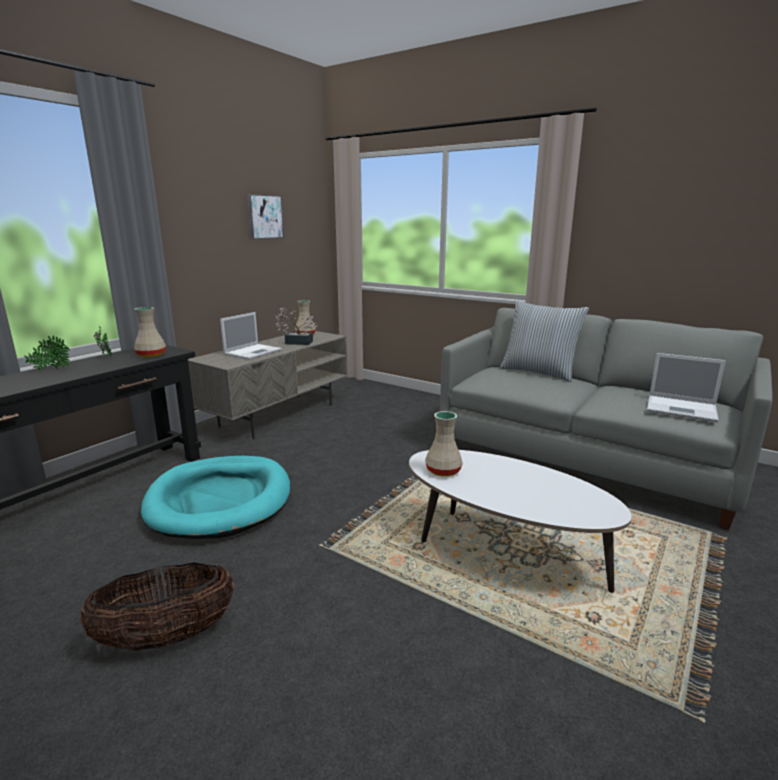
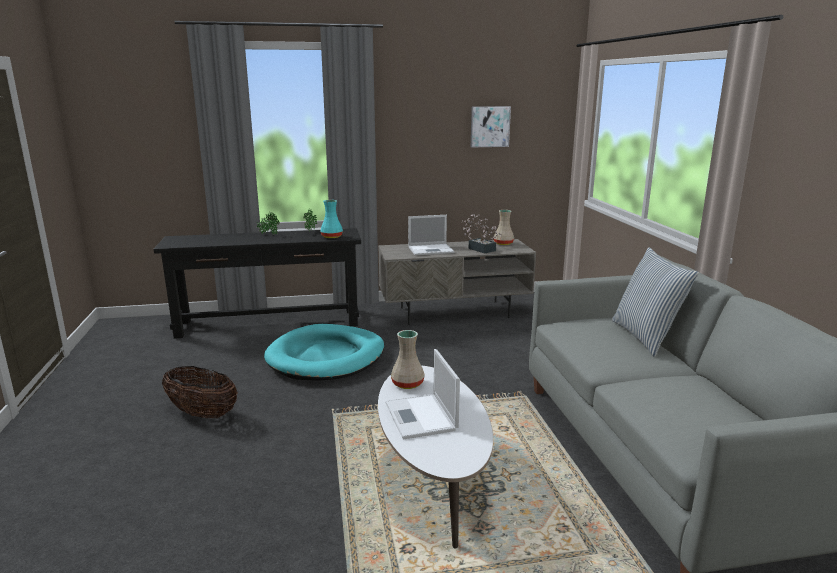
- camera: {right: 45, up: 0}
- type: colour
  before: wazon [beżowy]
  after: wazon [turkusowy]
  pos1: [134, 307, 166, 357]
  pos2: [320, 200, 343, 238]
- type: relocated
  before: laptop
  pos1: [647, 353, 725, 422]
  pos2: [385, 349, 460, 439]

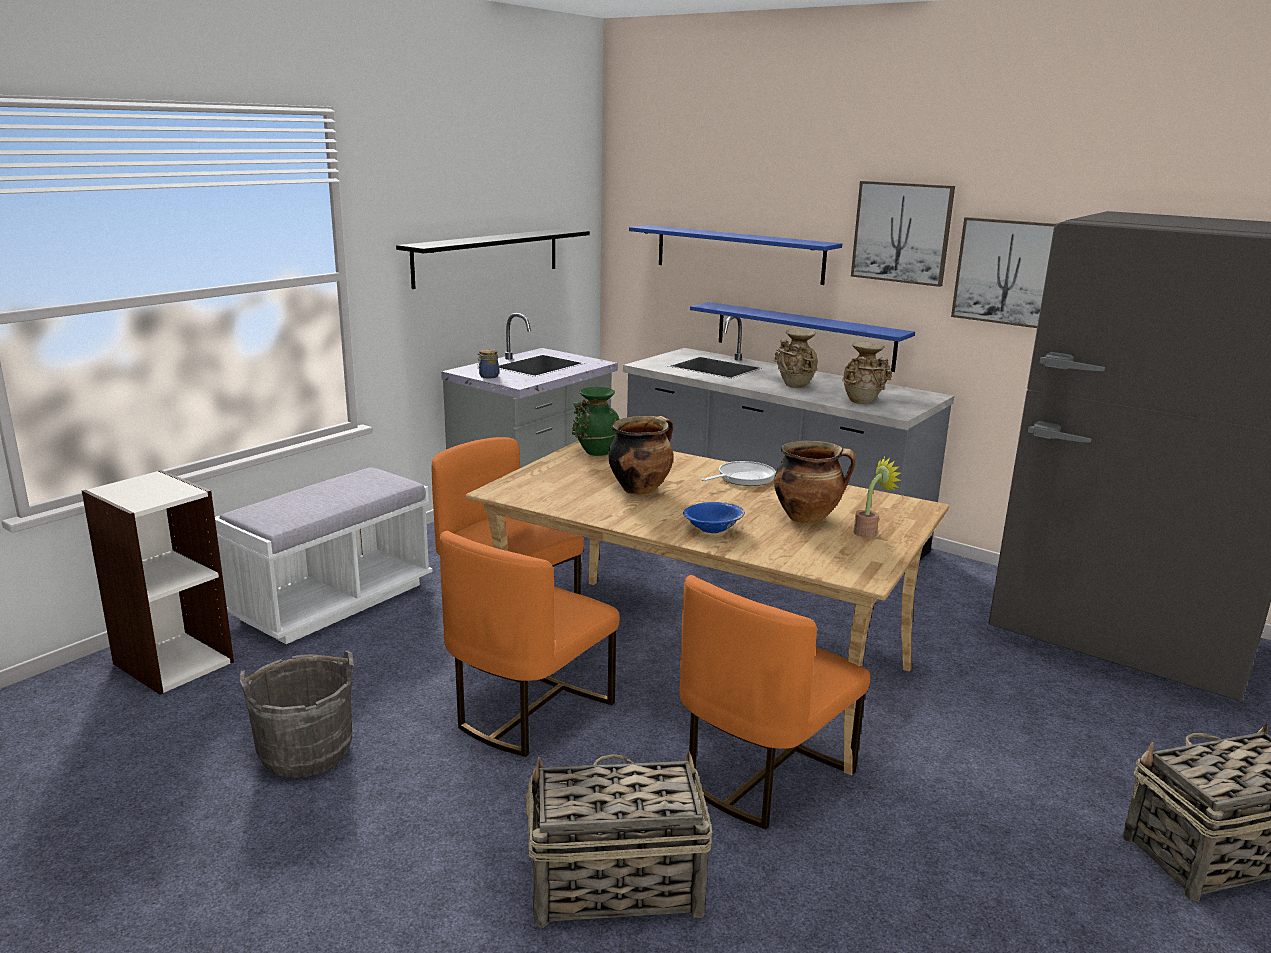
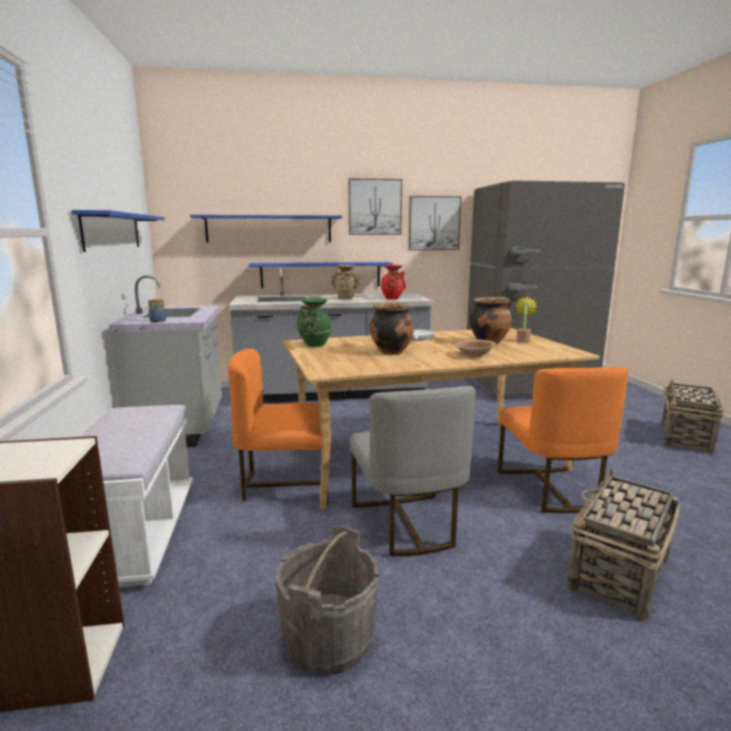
- camera: {right: -45, up: -5}
- type: colour
  before: półka [czarny]
  after: półka [niebieski]
  pos1: [396, 229, 590, 289]
  pos2: [71, 210, 165, 252]
- type: colour
  before: krzesło [pomarańczowy]
  after: krzesło [szary]
  pos1: [440, 531, 620, 757]
  pos2: [349, 386, 475, 557]
- type: colour
  before: wazon [beżowy]
  after: wazon [czerwony]
  pos1: [842, 342, 892, 404]
  pos2: [380, 265, 406, 300]
- type: colour
  before: miska [niebieski]
  after: miska [brązowy]
  pos1: [683, 502, 745, 533]
  pos2: [455, 340, 496, 357]

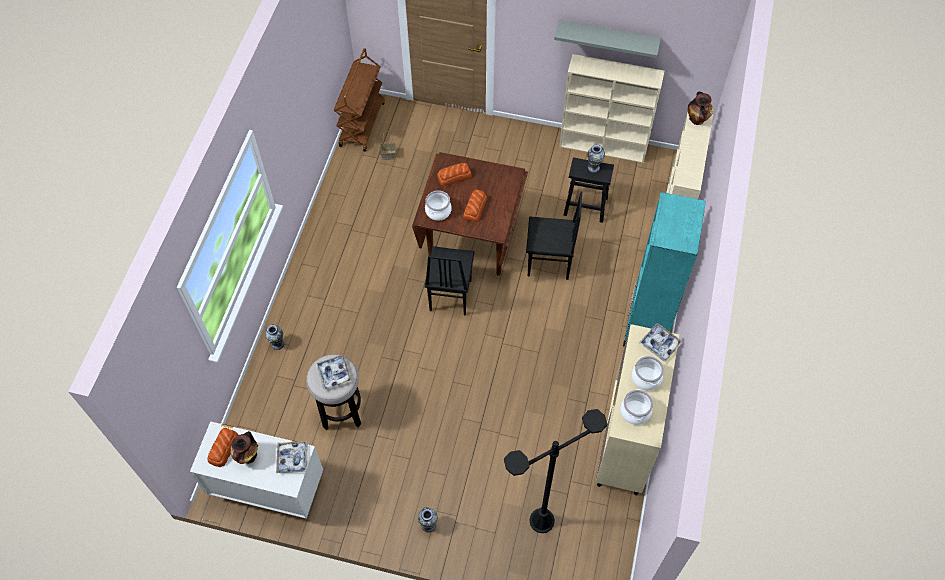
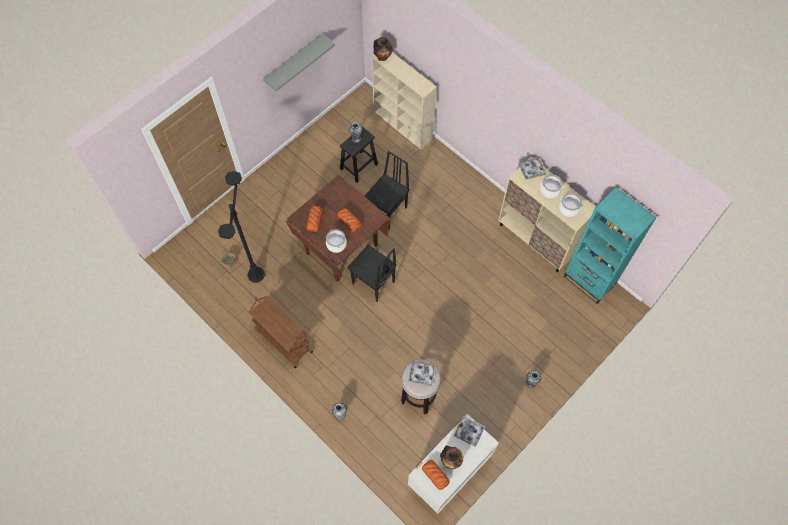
- camera: {right: -60, up: 5}
- type: relocated
  before: lampa stojąca [czarny]
  pos1: [504, 409, 608, 533]
  pos2: [218, 171, 265, 283]
- type: relocated
  before: wózek [brązowy]
  pos1: [334, 48, 385, 152]
  pos2: [248, 296, 313, 369]
- type: relocated
  before: regał [turkusowy]
  pos1: [623, 192, 706, 347]
  pos2: [564, 187, 657, 304]
- type: missing
  before: regał [beżowy]
  pos1: [559, 54, 664, 163]

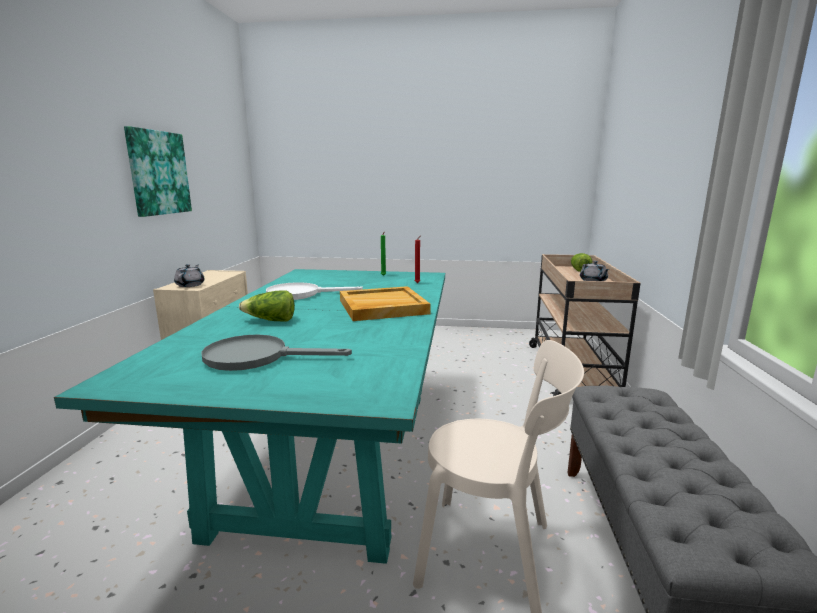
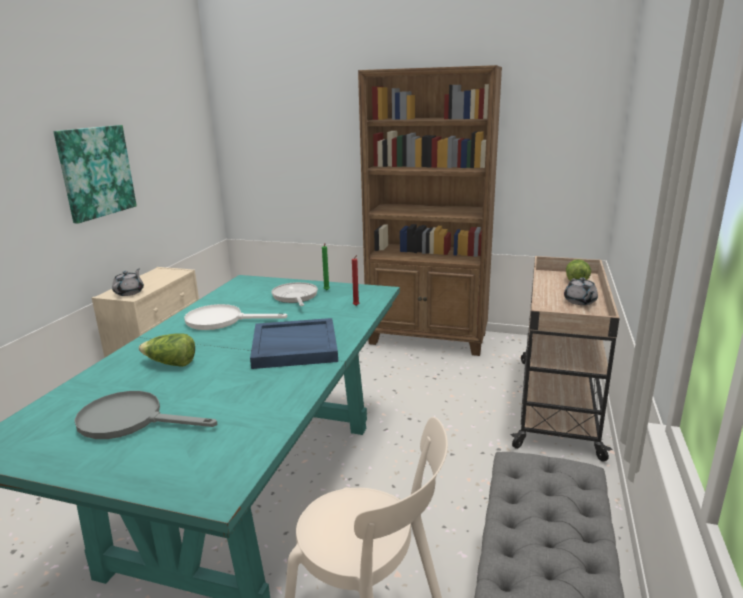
- camera: {right: 10, up: 5}
- type: colour
  before: taca [beżowy]
  after: taca [niebieski]
  pos1: [340, 286, 431, 321]
  pos2: [250, 318, 338, 369]
- type: appeared
  after: patelnia
  pos2: [272, 282, 318, 306]
- type: appeared
  after: regał [brązowy]
  pos2: [358, 65, 502, 356]

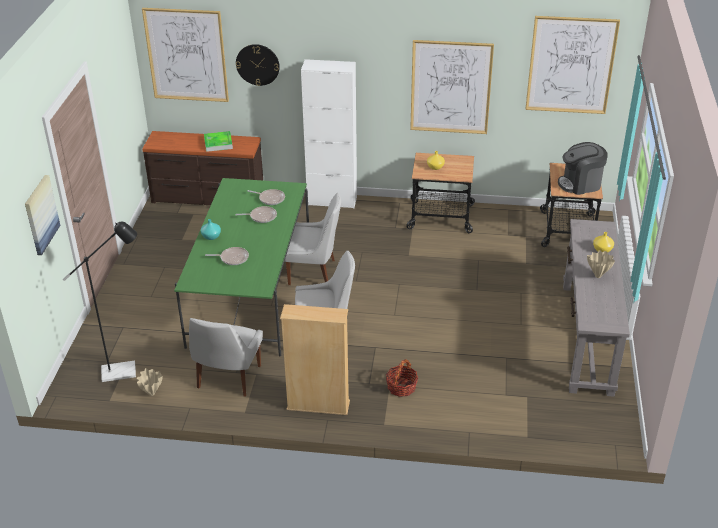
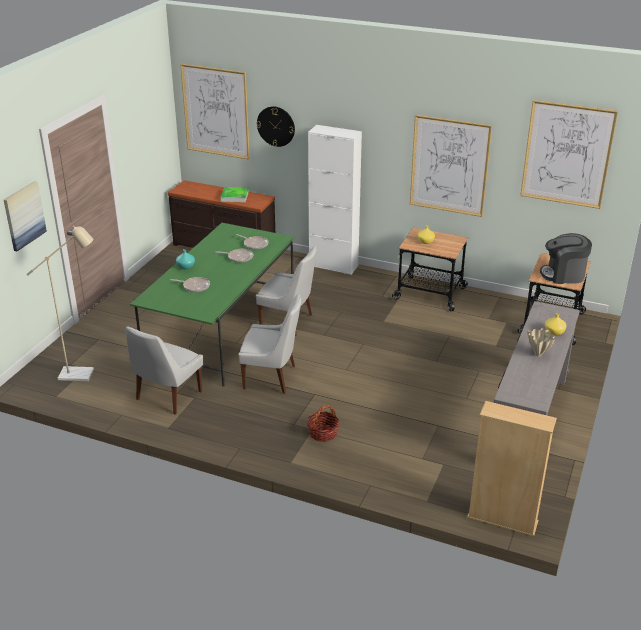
- camera: {right: 15, up: -5}
- type: colour
  before: lampa stojąca [czarny]
  after: lampa stojąca [beżowy]
  pos1: [63, 222, 137, 382]
  pos2: [27, 226, 94, 381]
- type: relocated
  before: regał [beżowy]
  pos1: [280, 304, 350, 415]
  pos2: [467, 401, 557, 536]
- type: missing
  before: wazon [beżowy]
  pos1: [137, 368, 162, 396]

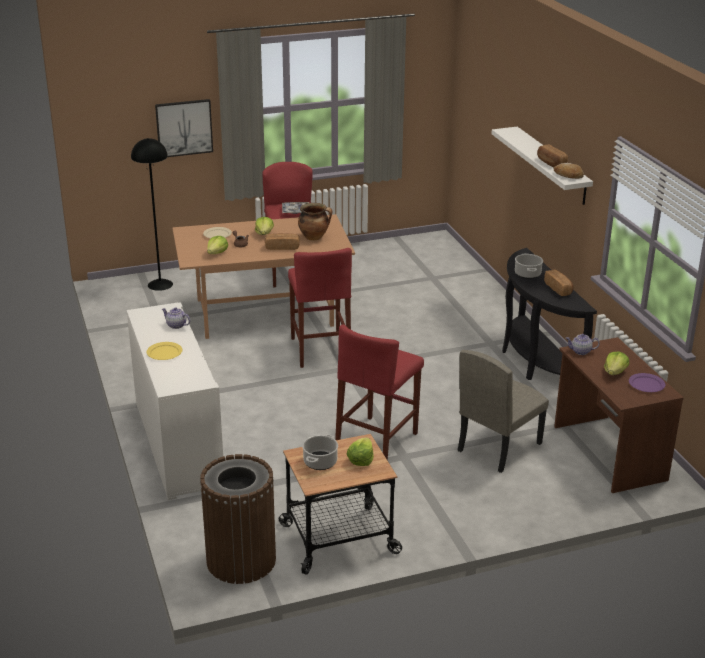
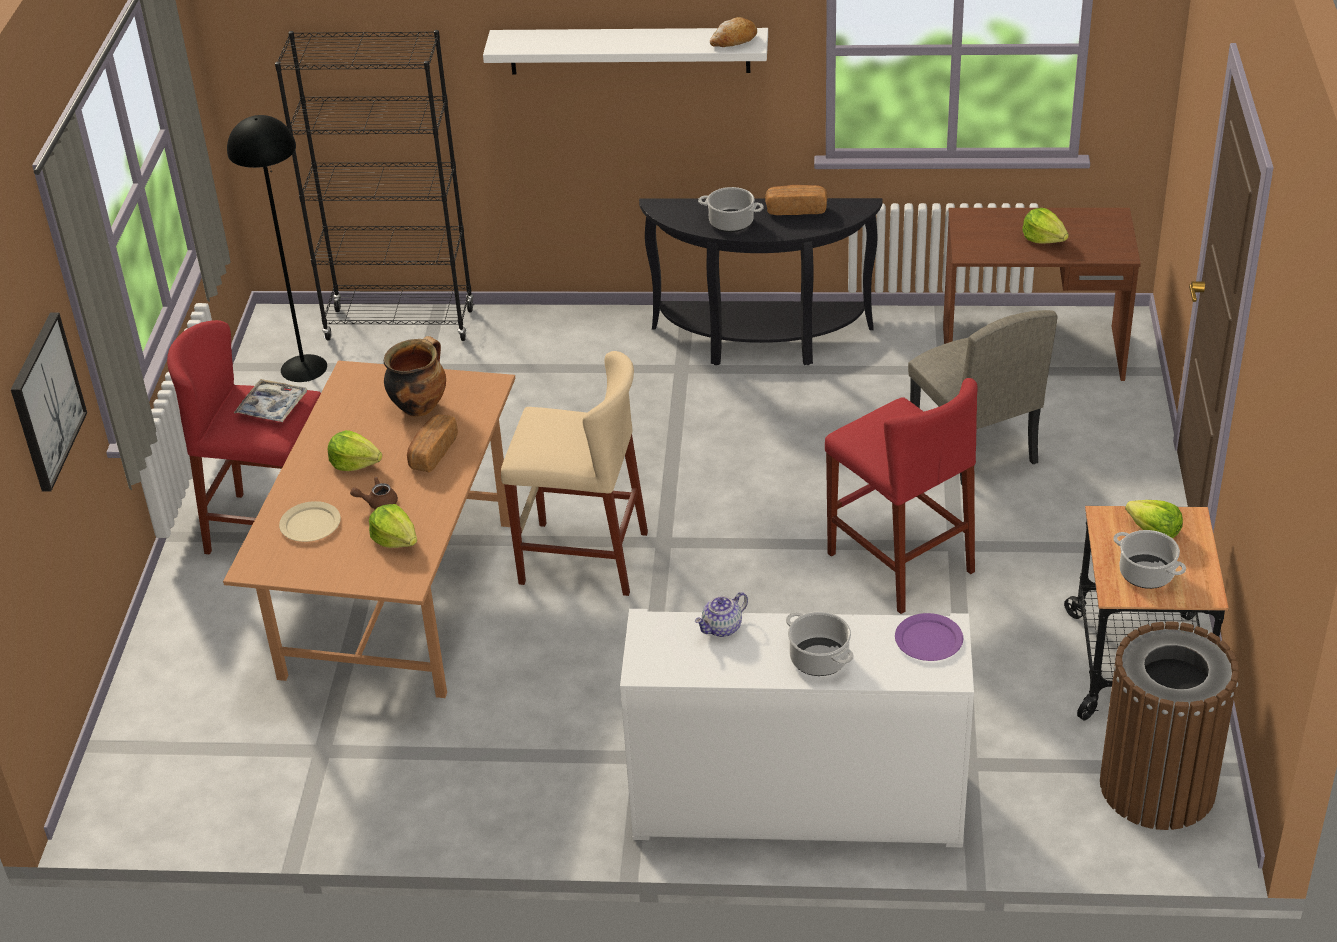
- camera: {right: -65, up: 10}
- type: relocated
  before: lampa stojąca [czarny]
  pos1: [131, 138, 173, 291]
  pos2: [227, 115, 327, 382]
- type: appeared
  after: regał [czarny]
  pos2: [275, 30, 474, 341]
- type: colour
  before: stołek [czerwony]
  after: stołek [beżowy]
  pos1: [288, 248, 352, 368]
  pos2: [501, 351, 648, 596]
- type: exchanged
  before: talerz [żółty]
  after: garnek
  pos1: [147, 342, 183, 360]
  pos2: [786, 612, 854, 676]
- type: relocated
  before: talerz [fioletowy]
  pos1: [629, 373, 665, 392]
  pos2: [895, 613, 963, 661]
- type: missing
  before: chleb
  pos1: [537, 144, 568, 167]
- type: missing
  before: imbryk
  pos1: [566, 334, 600, 355]

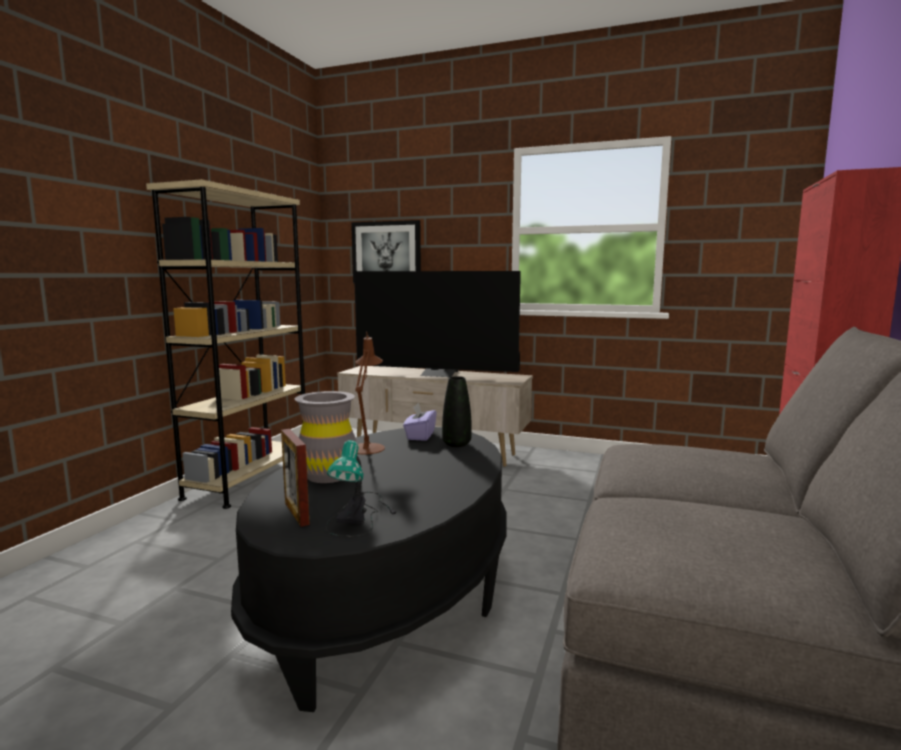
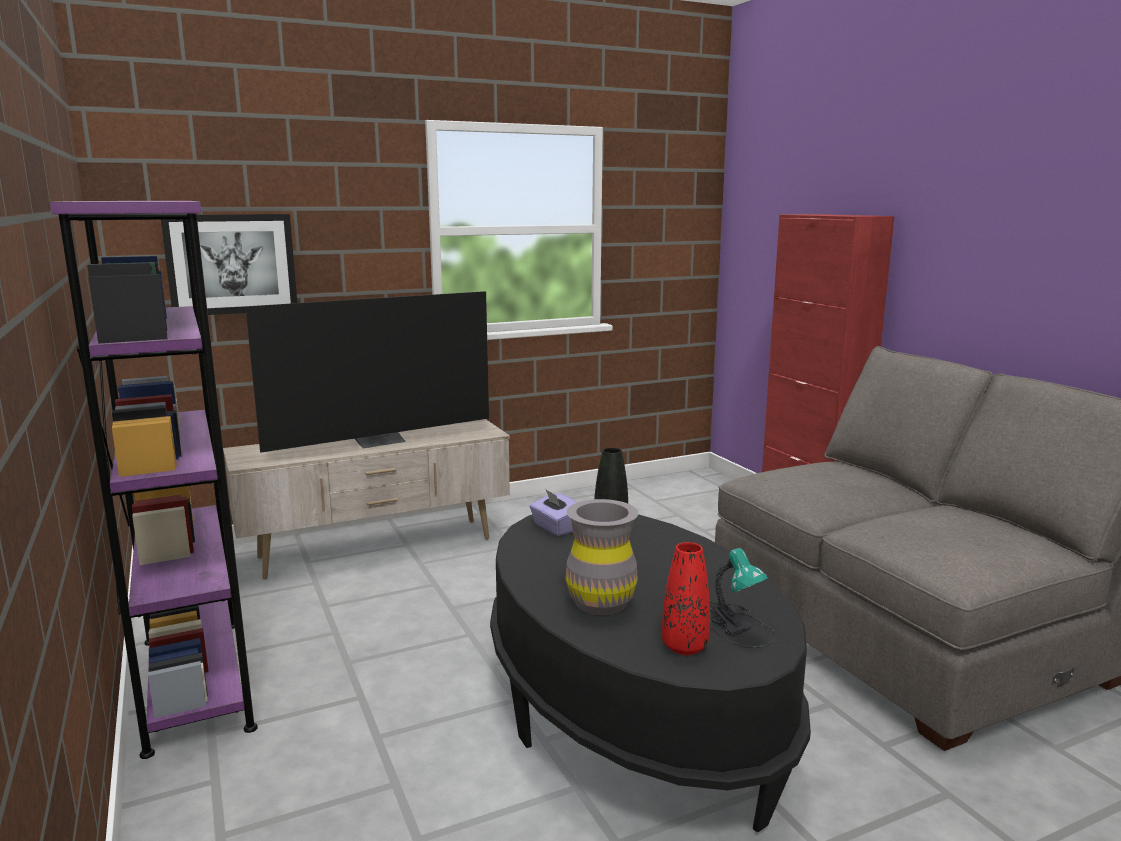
- camera: {right: -45, up: 5}
- type: colour
  before: regał [beżowy]
  after: regał [fioletowy]
  pos1: [146, 179, 305, 509]
  pos2: [50, 201, 258, 759]
- type: exchanged
  before: ramka na zdjęcie
  after: wazon [czerwony]
  pos1: [281, 429, 310, 527]
  pos2: [662, 542, 710, 655]
- type: missing
  before: lampa stołowa [brązowy]
  pos1: [355, 332, 385, 454]

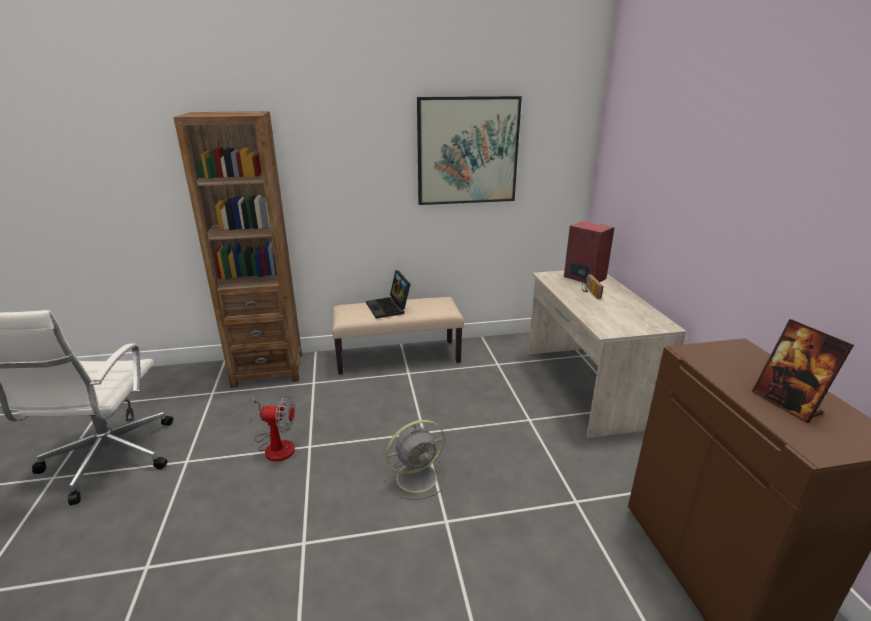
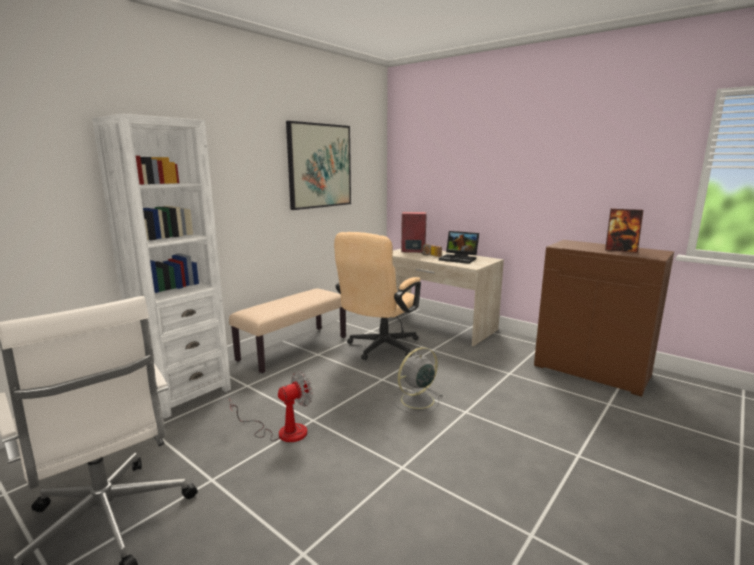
- camera: {right: -40, up: -10}
- type: colour
  before: regał [brązowy]
  after: regał [biały]
  pos1: [173, 111, 302, 388]
  pos2: [92, 114, 231, 418]
- type: appeared
  after: krzesło biurowe [beżowy]
  pos2: [334, 232, 421, 360]
- type: spun
  before: wentylator [szary]
  pos1: [383, 420, 447, 500]
  pos2: [392, 347, 443, 415]
  turn: -150
- type: relocated
  before: laptop
  pos1: [366, 270, 411, 319]
  pos2: [439, 231, 479, 264]

